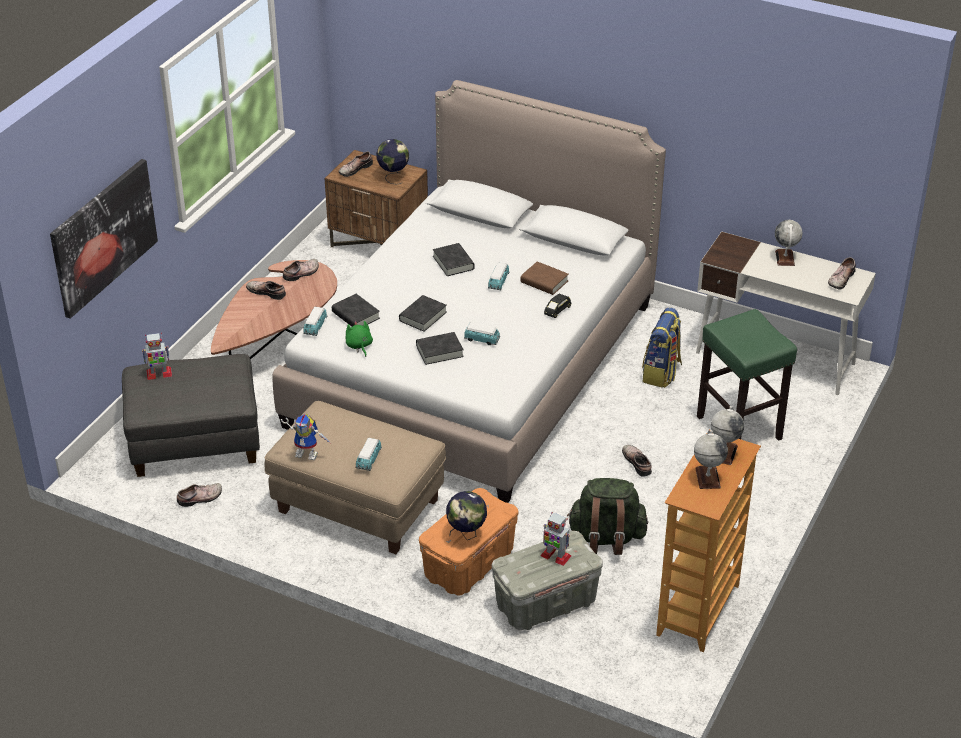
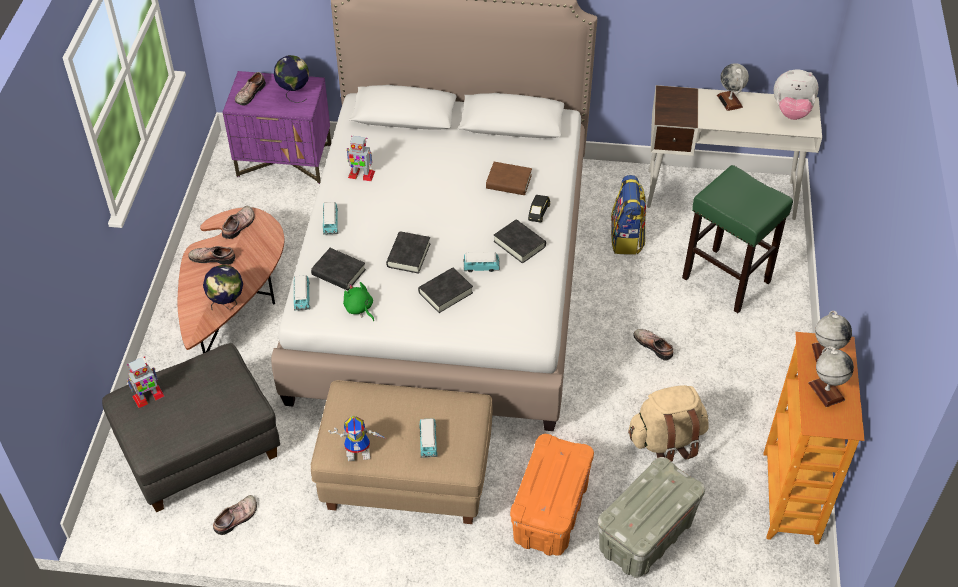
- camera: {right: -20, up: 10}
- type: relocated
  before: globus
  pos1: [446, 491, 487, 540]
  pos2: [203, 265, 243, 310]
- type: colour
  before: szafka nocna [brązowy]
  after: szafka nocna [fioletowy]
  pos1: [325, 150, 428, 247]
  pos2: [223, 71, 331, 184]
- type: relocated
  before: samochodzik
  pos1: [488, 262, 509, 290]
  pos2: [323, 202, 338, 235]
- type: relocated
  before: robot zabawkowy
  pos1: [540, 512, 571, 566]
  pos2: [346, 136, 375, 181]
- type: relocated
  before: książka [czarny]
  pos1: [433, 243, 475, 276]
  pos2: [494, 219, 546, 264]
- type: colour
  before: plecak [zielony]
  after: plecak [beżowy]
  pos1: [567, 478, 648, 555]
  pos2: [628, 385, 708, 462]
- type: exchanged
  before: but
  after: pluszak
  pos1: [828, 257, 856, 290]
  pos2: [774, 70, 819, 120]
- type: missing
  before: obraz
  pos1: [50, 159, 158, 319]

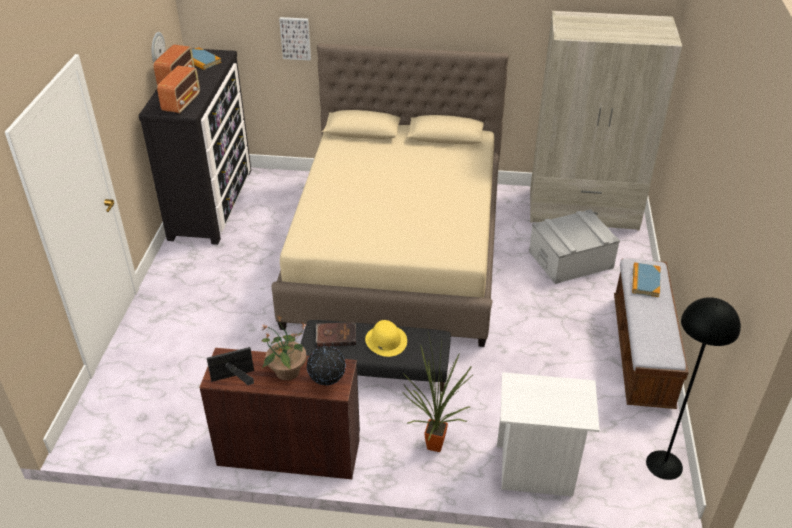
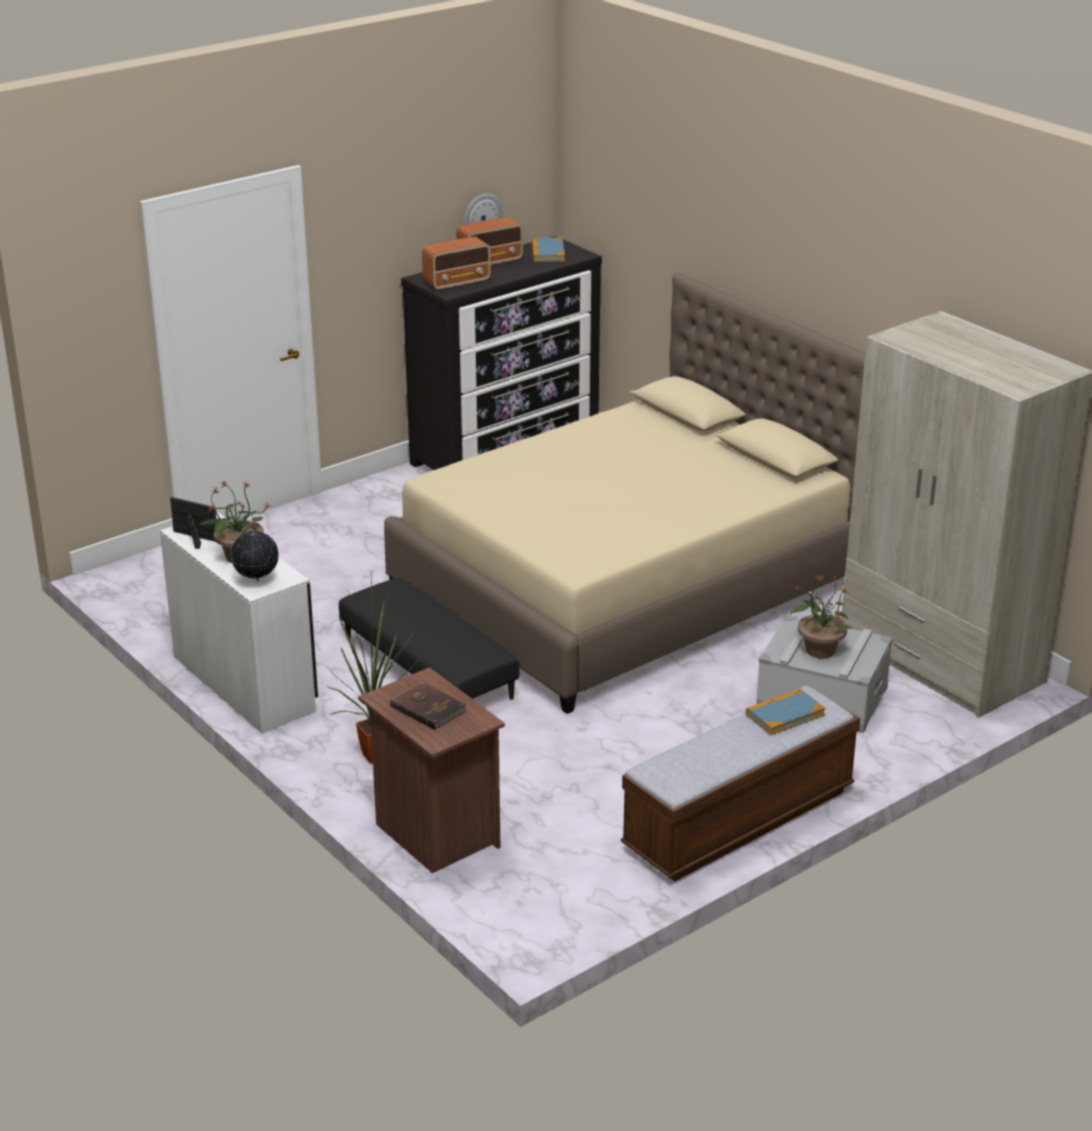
- camera: {right: 45, up: -10}
- type: colour
  before: biurko [brązowy]
  after: biurko [biały]
  pos1: [199, 348, 360, 479]
  pos2: [160, 512, 318, 734]
- type: colour
  before: szafka nocna [biały]
  after: szafka nocna [brązowy]
  pos1: [497, 372, 599, 497]
  pos2: [358, 667, 505, 873]
- type: relocated
  before: książka [brązowy]
  pos1: [316, 322, 356, 347]
  pos2: [390, 681, 467, 730]
- type: appeared
  after: roślina doniczkowa
  pos2: [789, 575, 852, 658]
- type: missing
  before: obraz
  pos1: [279, 17, 311, 60]
- type: missing
  before: kapelusz [żółty]
  pos1: [365, 320, 407, 357]
- type: missing
  before: lampa stojąca [czarny]
  pos1: [646, 297, 741, 480]

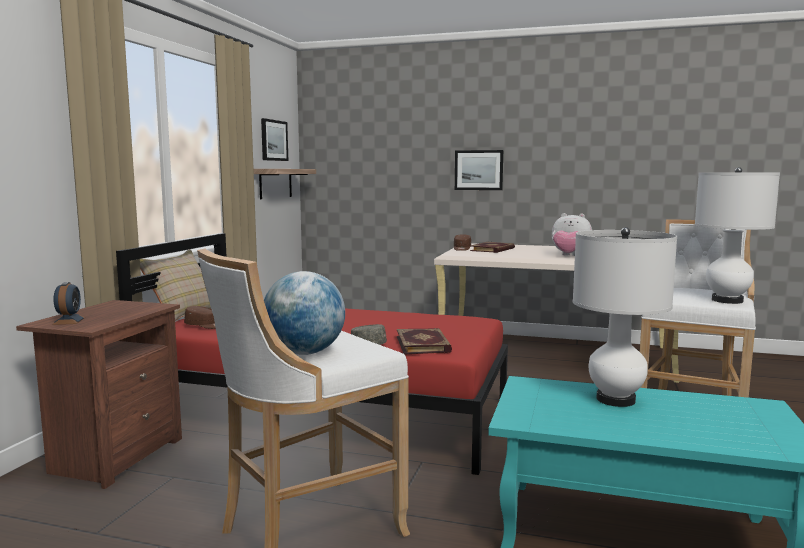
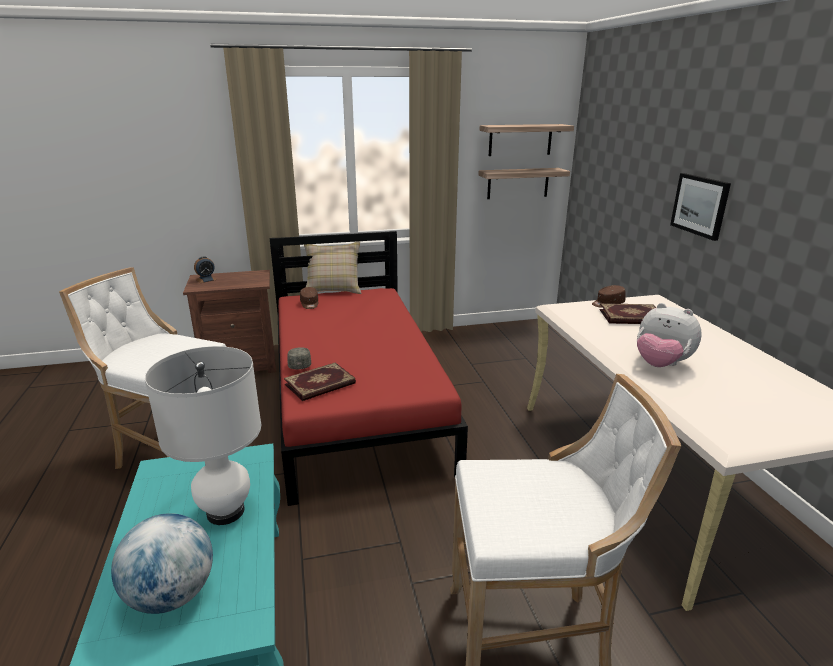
- camera: {right: 60, up: 15}
- type: relocated
  before: globus
  pos1: [264, 271, 345, 355]
  pos2: [111, 513, 213, 614]
- type: exchanged
  before: obraz
  after: półka
  pos1: [261, 118, 288, 161]
  pos2: [480, 124, 574, 156]
- type: spun
  before: pluszak
  pos1: [552, 213, 592, 256]
  pos2: [637, 303, 702, 367]
  turn: -45
- type: missing
  before: lampa stołowa [biały]
  pos1: [695, 167, 780, 304]

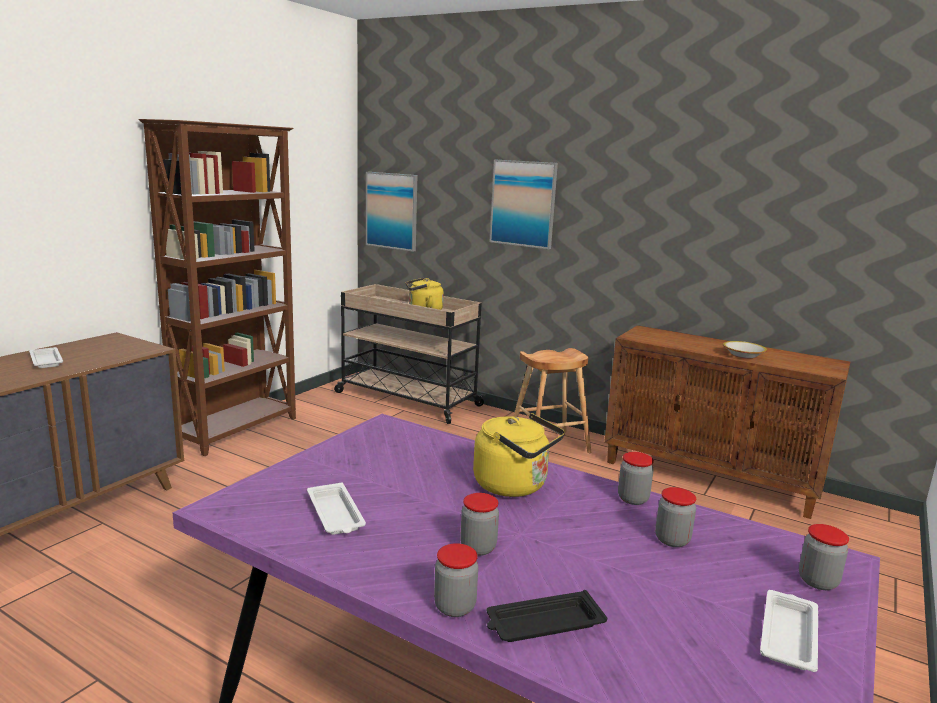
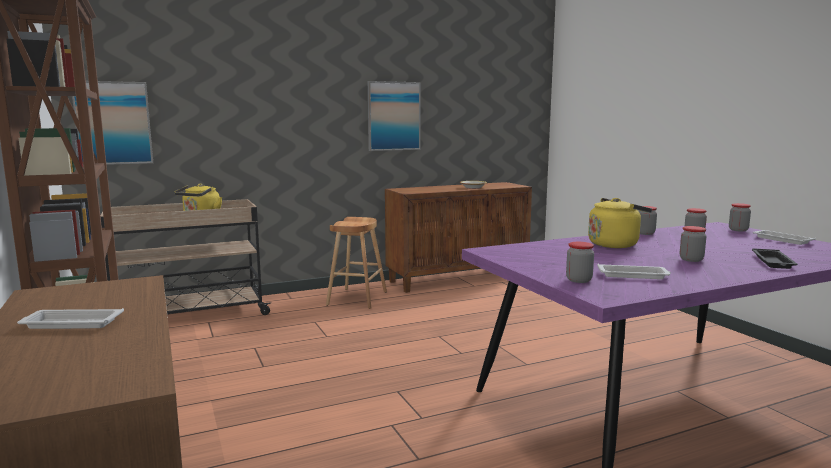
- camera: {right: -55, up: -5}
- type: relocated
  before: obraz
  pos1: [489, 160, 558, 249]
  pos2: [368, 81, 421, 151]
- type: relocated
  before: słoik
  pos1: [434, 543, 478, 617]
  pos2: [566, 242, 594, 283]

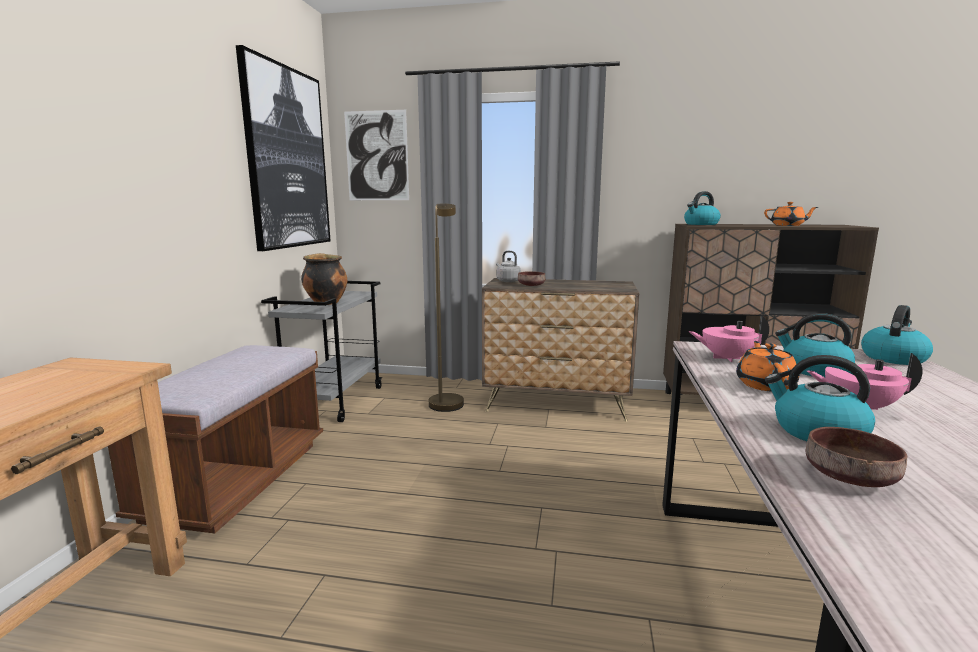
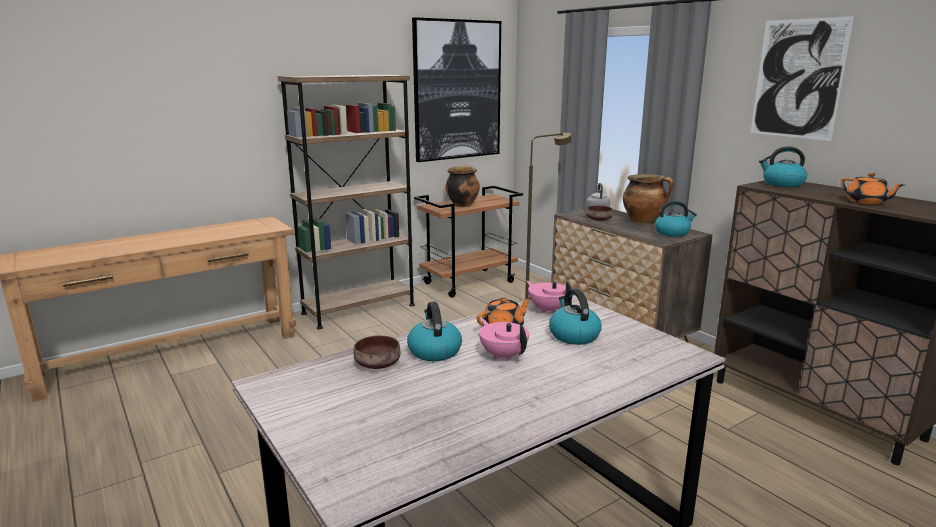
- camera: {right: 45, up: 5}
- type: exchanged
  before: ławka [brązowy]
  after: regał [brązowy]
  pos1: [108, 345, 323, 534]
  pos2: [278, 75, 415, 329]
- type: colour
  before: wózek [szary]
  after: wózek [brązowy]
  pos1: [261, 281, 382, 422]
  pos2: [414, 186, 523, 298]
- type: appeared
  after: garnek
  pos2: [623, 174, 674, 223]
- type: relocated
  before: czajnik
  pos1: [861, 305, 933, 365]
  pos2: [655, 201, 697, 237]
- type: relocated
  before: obraz
  pos1: [344, 110, 409, 200]
  pos2: [751, 16, 854, 141]

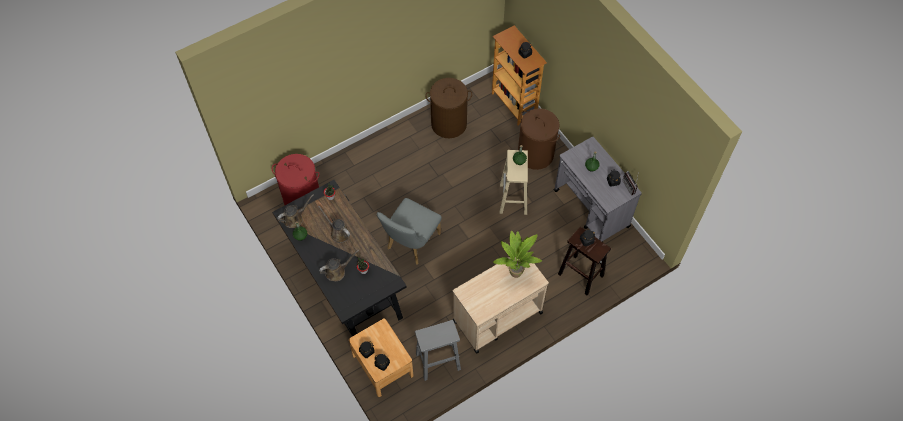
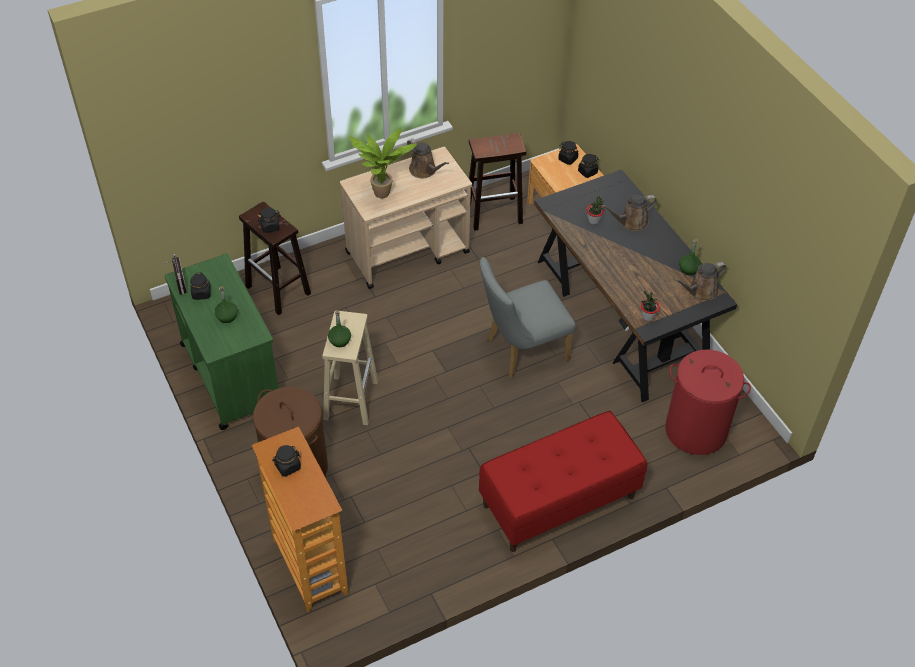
- camera: {right: -175, up: -10}
- type: colour
  before: wózek [szary]
  after: wózek [zielony]
  pos1: [554, 137, 642, 242]
  pos2: [164, 254, 279, 430]
- type: relocated
  before: konewka [brązowy]
  pos1: [318, 206, 350, 243]
  pos2: [407, 138, 449, 178]
- type: colour
  before: stołek [szary]
  after: stołek [brązowy]
  pos1: [415, 320, 461, 381]
  pos2: [469, 133, 526, 231]
- type: appeared
  after: ławka [czerwony]
  pos2: [479, 411, 647, 552]
- type: spun
  before: krzesło [szary]
  pos1: [377, 198, 442, 264]
  pos2: [480, 257, 576, 378]
  turn: -150
- type: missing
  before: kosz na pranie [brązowy]
  pos1: [425, 78, 472, 138]

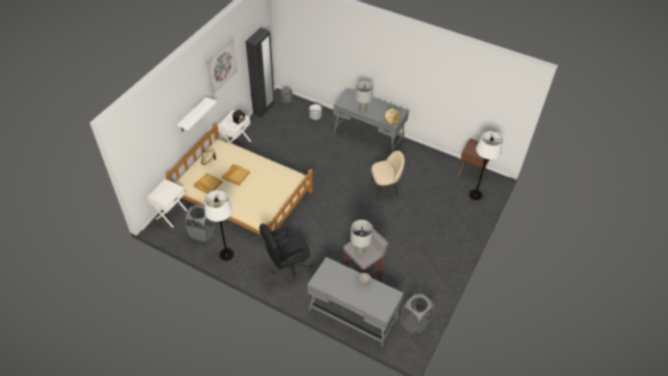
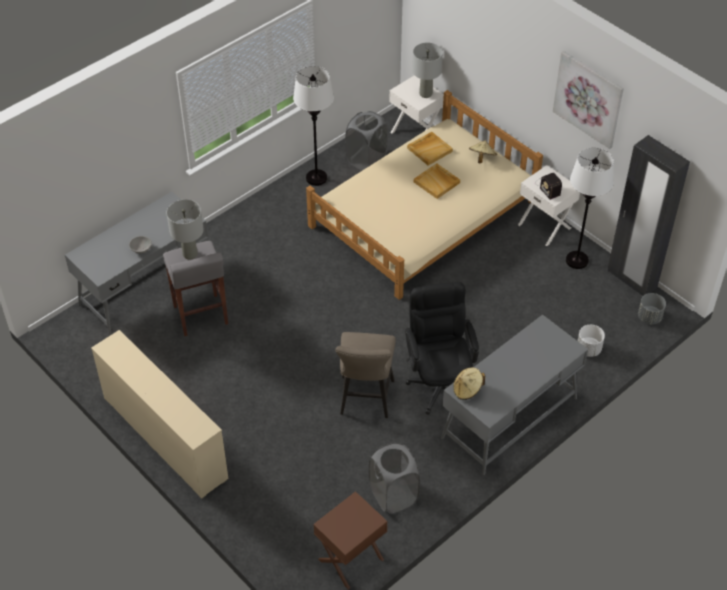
- camera: {right: 110, up: 0}
- type: appeared
  after: komoda [beżowy]
  pos2: [91, 330, 228, 499]
- type: exchanged
  before: krzesło [beżowy]
  after: stołek [beżowy]
  pos1: [371, 151, 405, 200]
  pos2: [335, 332, 396, 418]
- type: relocated
  before: kosz na pranie [szary]
  pos1: [400, 293, 434, 335]
  pos2: [369, 442, 420, 514]
- type: relocated
  before: krzesło biurowe [czarny]
  pos1: [259, 223, 314, 282]
  pos2: [405, 282, 479, 415]
- type: relocated
  before: lampa stołowa [szary]
  pos1: [355, 81, 373, 113]
  pos2: [412, 43, 443, 98]
- type: relocated
  before: lampa stojąca [biały]
  pos1: [469, 131, 503, 200]
  pos2: [566, 147, 614, 269]
- type: missing
  before: półka [biały]
  pos1: [177, 97, 217, 132]

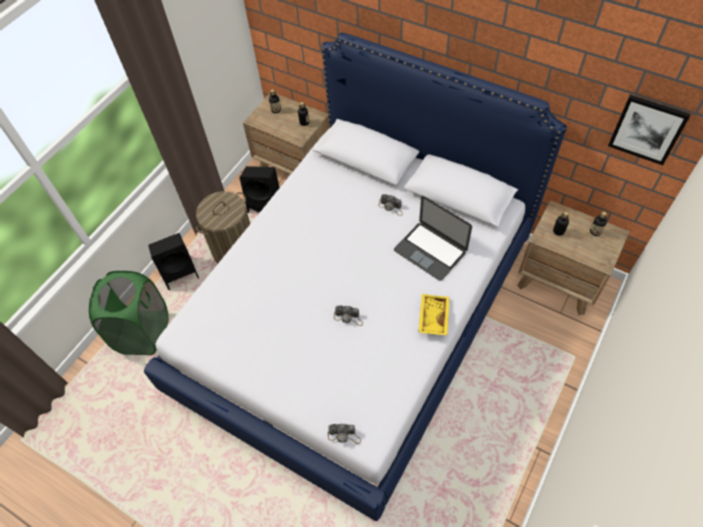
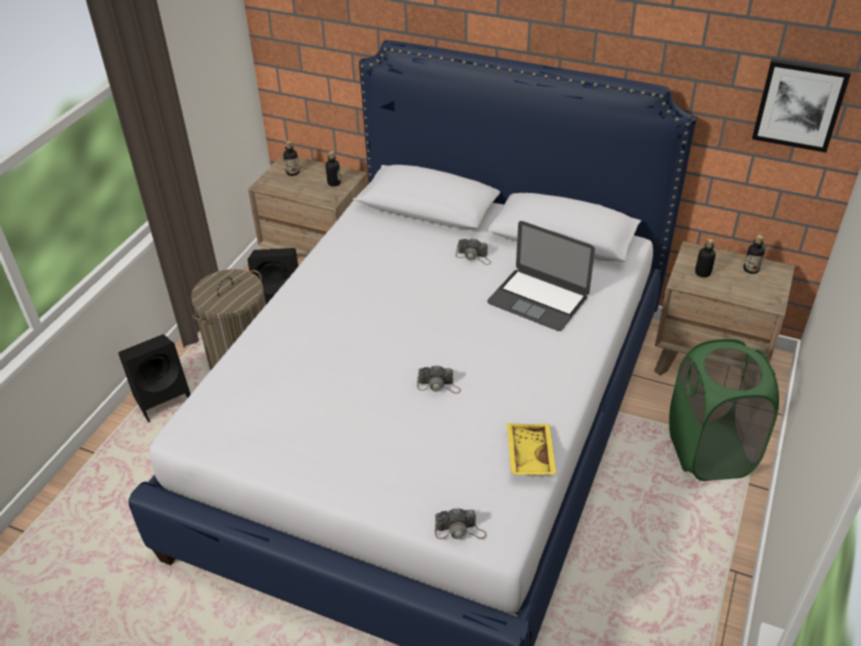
- camera: {right: -10, up: -15}
- type: relocated
  before: taca [żółty]
  pos1: [419, 294, 450, 336]
  pos2: [507, 423, 557, 475]
- type: relocated
  before: kosz na pranie [zielony]
  pos1: [89, 271, 169, 355]
  pos2: [669, 339, 779, 481]

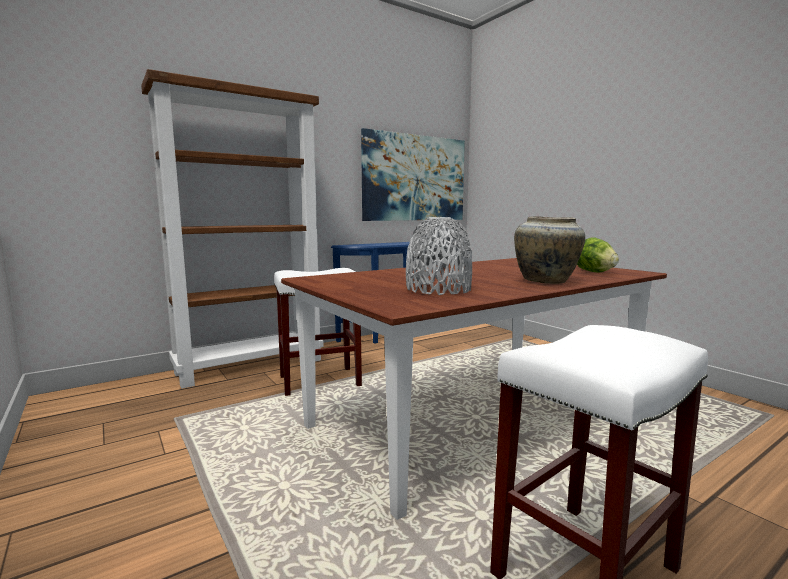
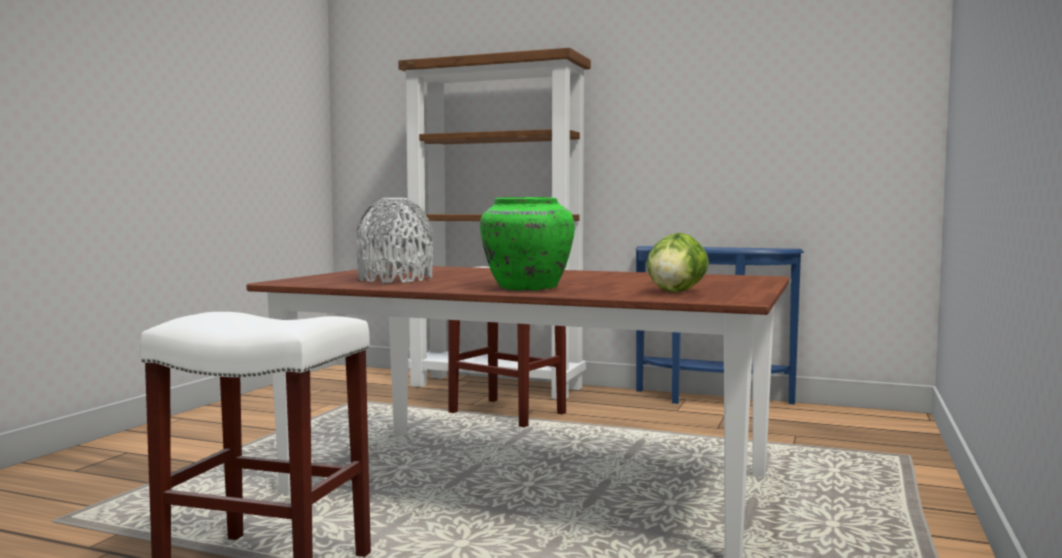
- camera: {right: 55, up: -5}
- type: colour
  before: wazon [beżowy]
  after: wazon [zielony]
  pos1: [514, 216, 585, 284]
  pos2: [480, 197, 575, 291]
- type: missing
  before: obraz
  pos1: [361, 128, 465, 221]

